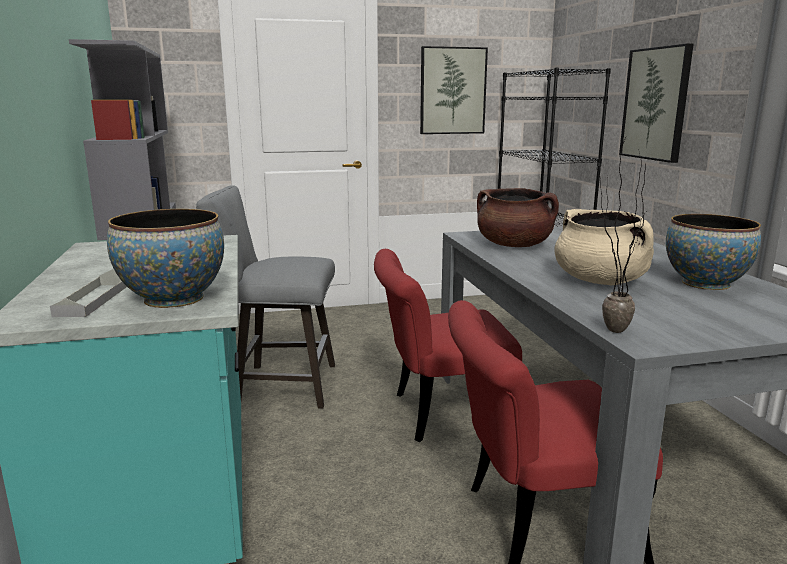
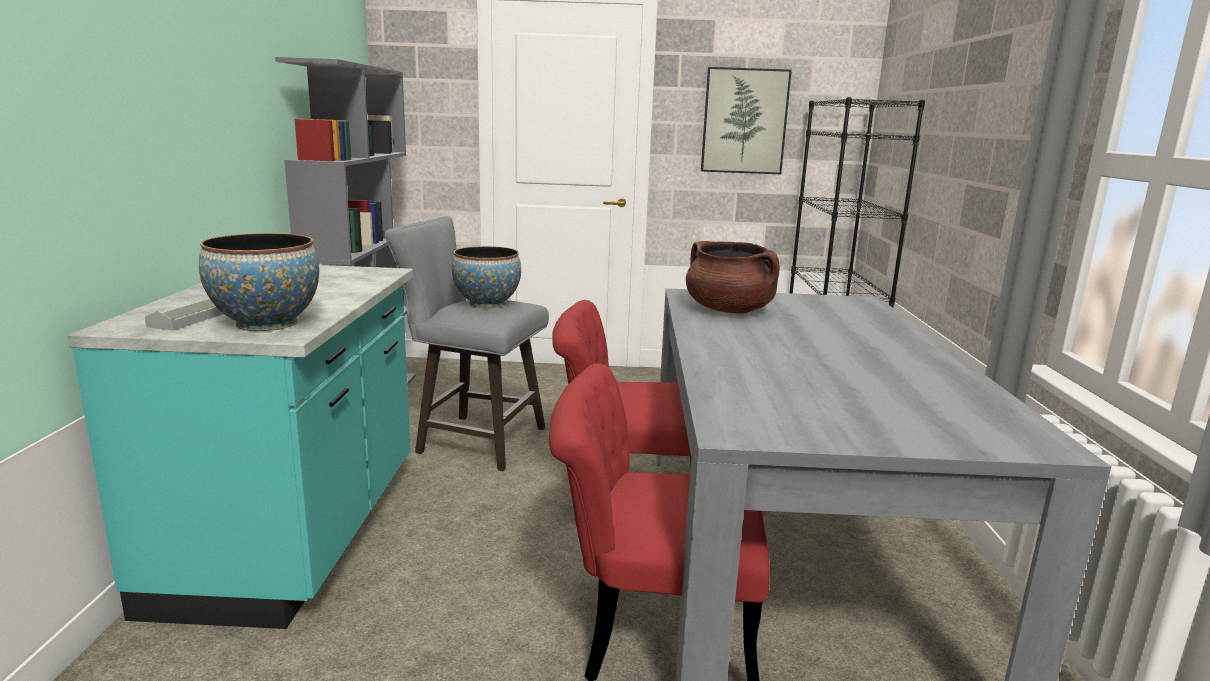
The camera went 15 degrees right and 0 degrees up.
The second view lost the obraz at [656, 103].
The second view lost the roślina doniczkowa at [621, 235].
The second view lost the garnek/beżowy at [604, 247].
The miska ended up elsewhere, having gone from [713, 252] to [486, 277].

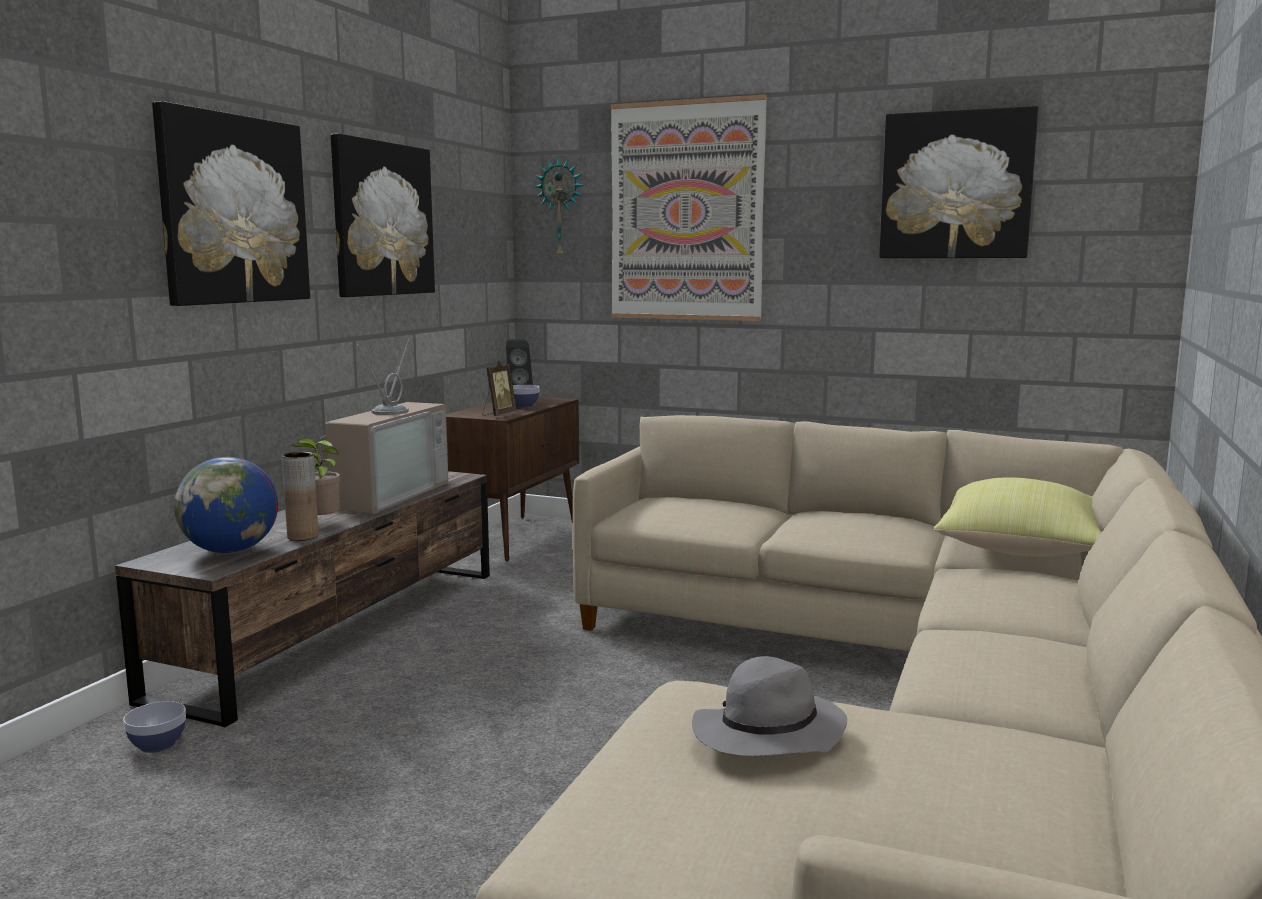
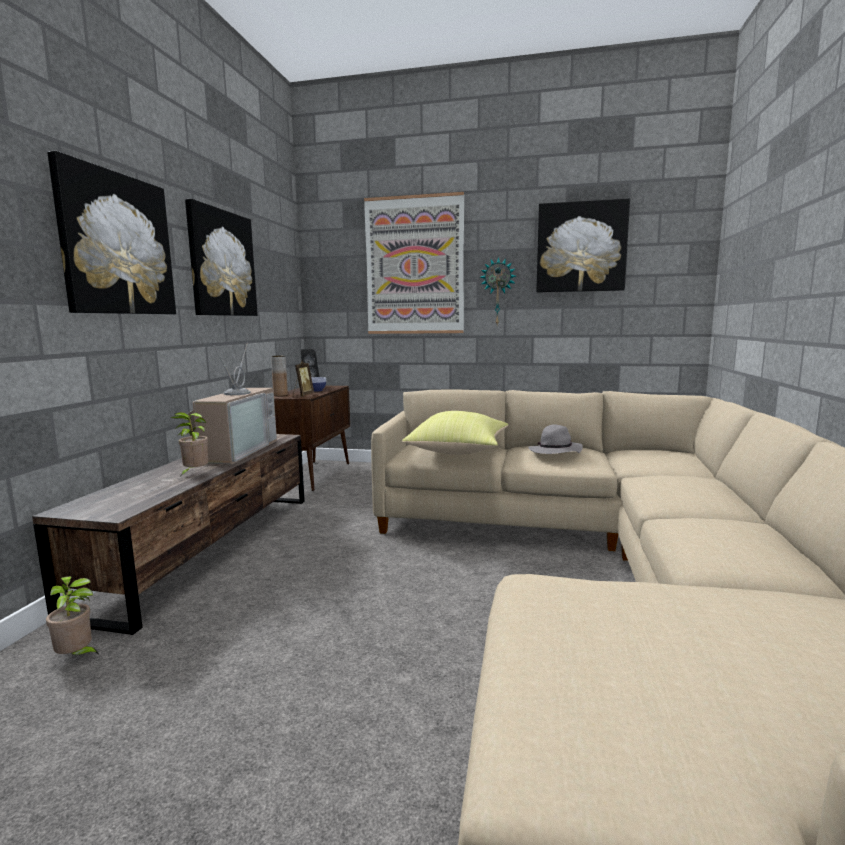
The camera went 10 degrees left and 0 degrees up.
The zegar ścienny ended up elsewhere, having gone from [558, 208] to [498, 291].
The wazon/brązowy ended up elsewhere, having gone from [300, 496] to [279, 376].
The second view lost the globus at [226, 505].
The poduszka/żółty ended up elsewhere, having gone from [1018, 517] to [455, 433].
The kapelusz/szary ended up elsewhere, having gone from [769, 706] to [555, 439].
Where the miska stood at [154, 727], the roślina doniczkowa came to stand at [72, 615].

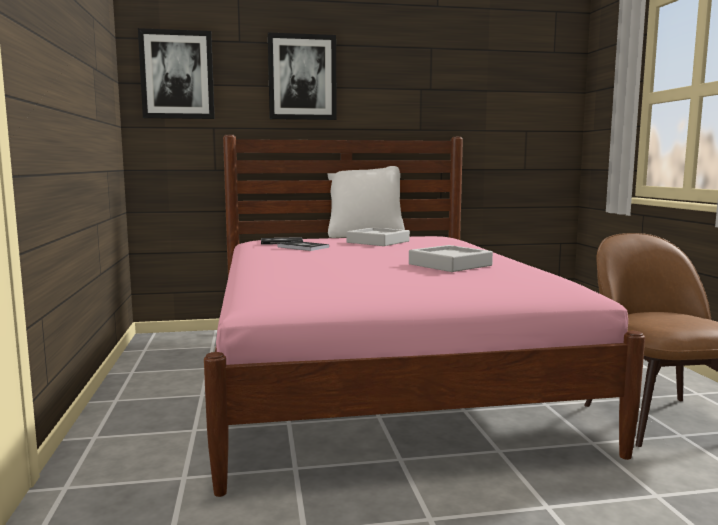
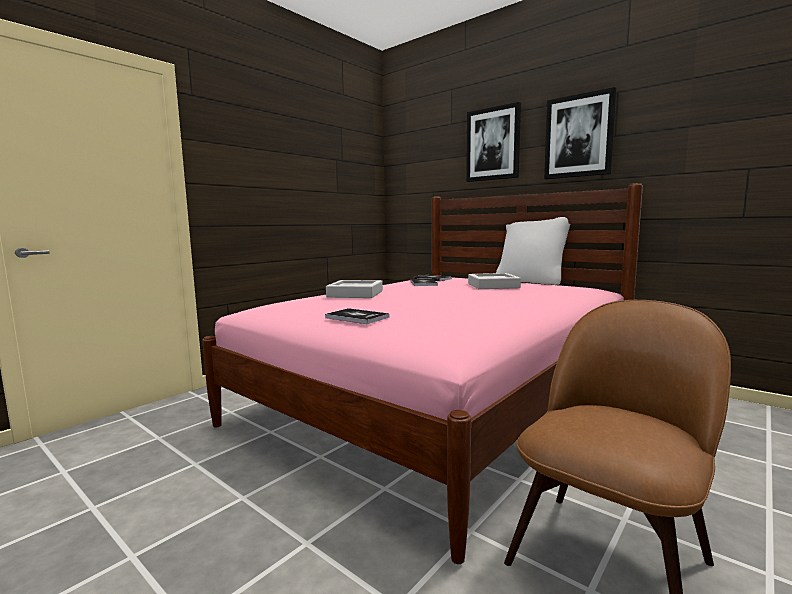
The camera went 50 degrees right and 0 degrees up.
The obraz ended up elsewhere, having gone from [176, 73] to [580, 133].
The taca/szary ended up elsewhere, having gone from [451, 258] to [354, 289].
The second view gained the książka at [357, 316].

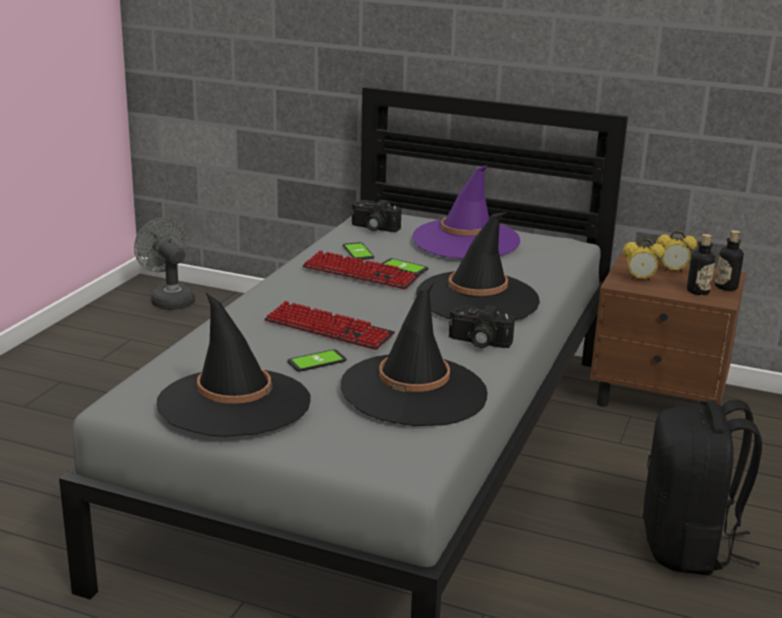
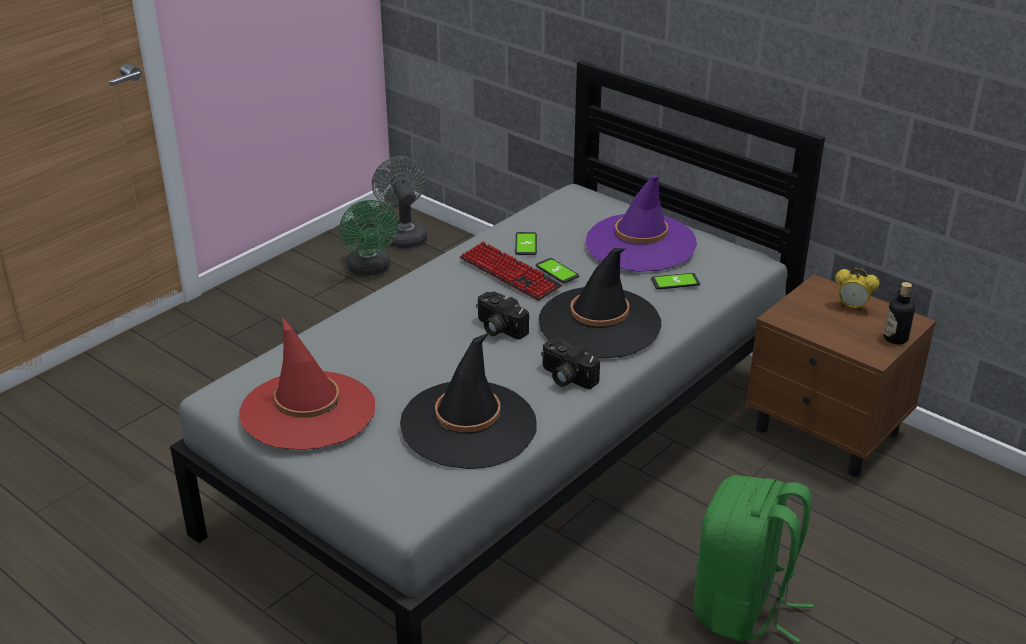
The camera went 20 degrees right and 10 degrees up.
The aparat fotograficzny ended up elsewhere, having gone from [376, 216] to [502, 316].
The second view lost the butelka at [701, 264].
The second view lost the budzik at [644, 260].
What was the kapelusz/czarny at [233, 365] turned into the kapelusz/czerwony at [307, 383].
The second view lost the klawiatura at [329, 325].
The telefon ended up elsewhere, having gone from [317, 360] to [675, 281].
What was the plecak/czarny at [702, 487] turned into the plecak/zielony at [753, 559].
The second view gained the wentylator/zielony at [368, 238].

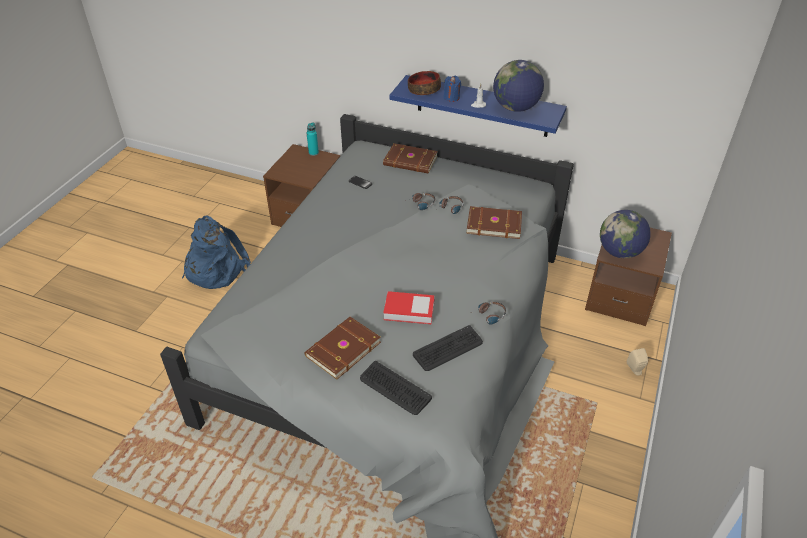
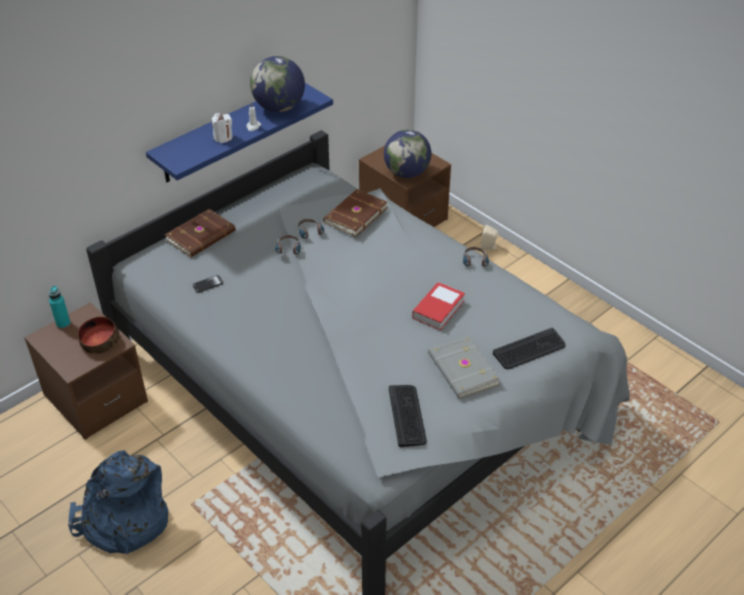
The camera went 65 degrees left and 0 degrees up.
The miska ended up elsewhere, having gone from [424, 83] to [98, 335].
What was the świeca/niebieski at [452, 89] turned into the świeca/biały at [222, 128].
What was the książka/brązowy at [343, 348] turned into the książka/szary at [464, 367].
The klawiatura ended up elsewhere, having gone from [448, 348] to [408, 416].

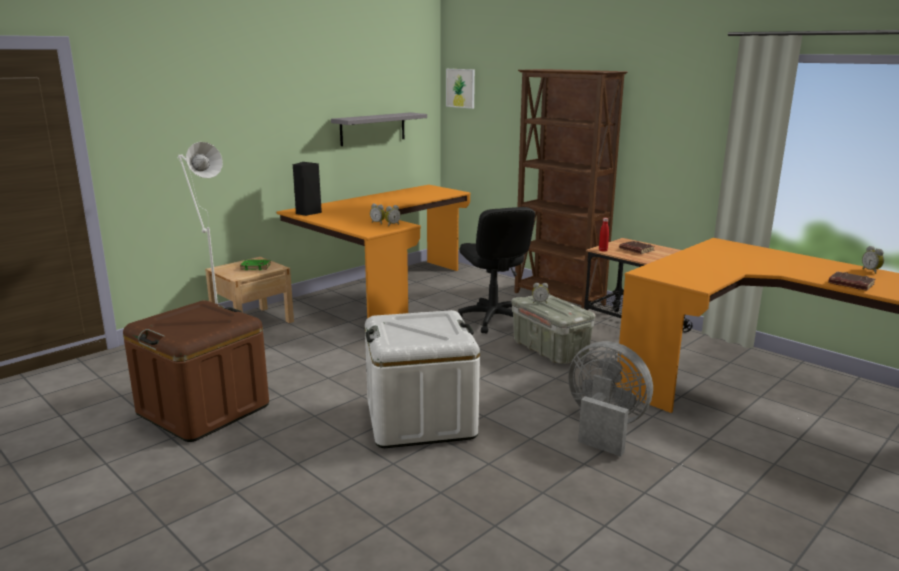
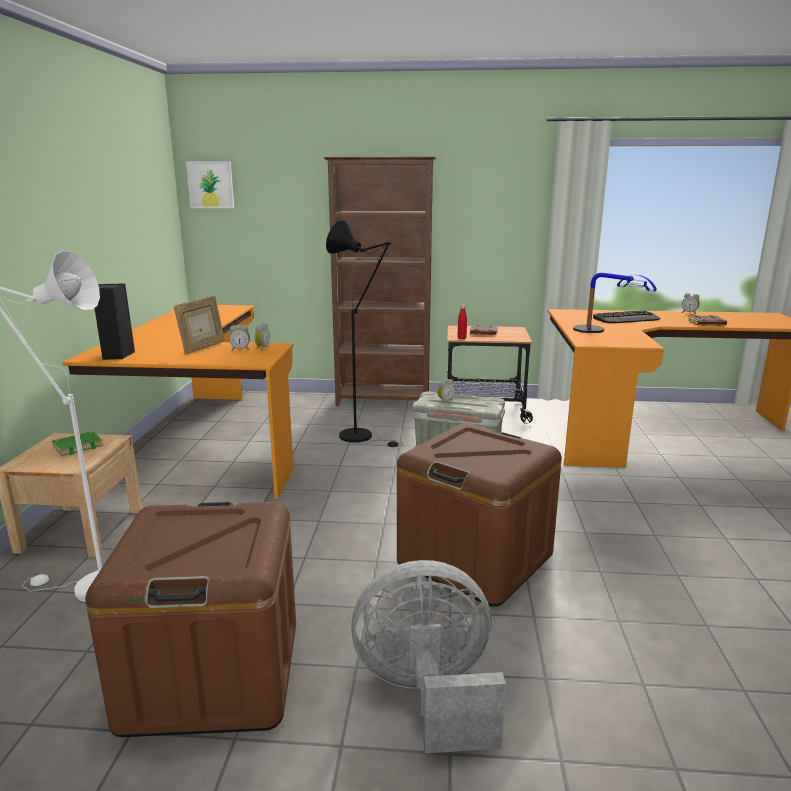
The camera went 40 degrees left and 0 degrees up.
The second view lost the półka/szary at [379, 129].
Where the krzesło biurowe/czarny stood at [496, 270], the lampa stojąca/czarny came to stand at [364, 333].
What was the pojemnik do przechowywania/biały at [422, 379] turned into the pojemnik do przechowywania/brązowy at [479, 515].
The wentylator/szary ended up elsewhere, having gone from [610, 399] to [428, 656].
The second view gained the lampa stołowa at [615, 303].
The second view gained the ramka na zdjęcie at [199, 324].
The second view gained the klawiatura at [626, 317].

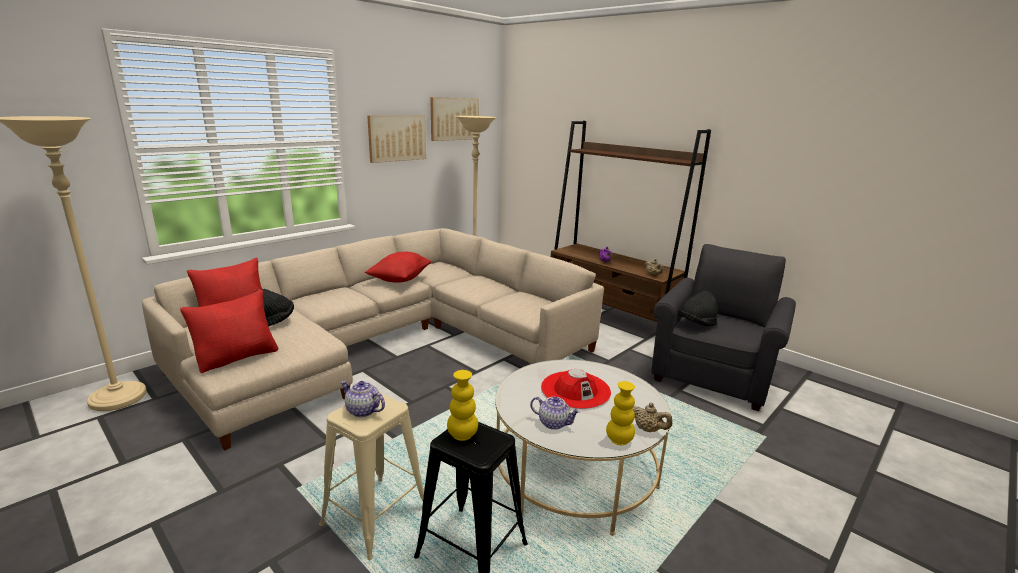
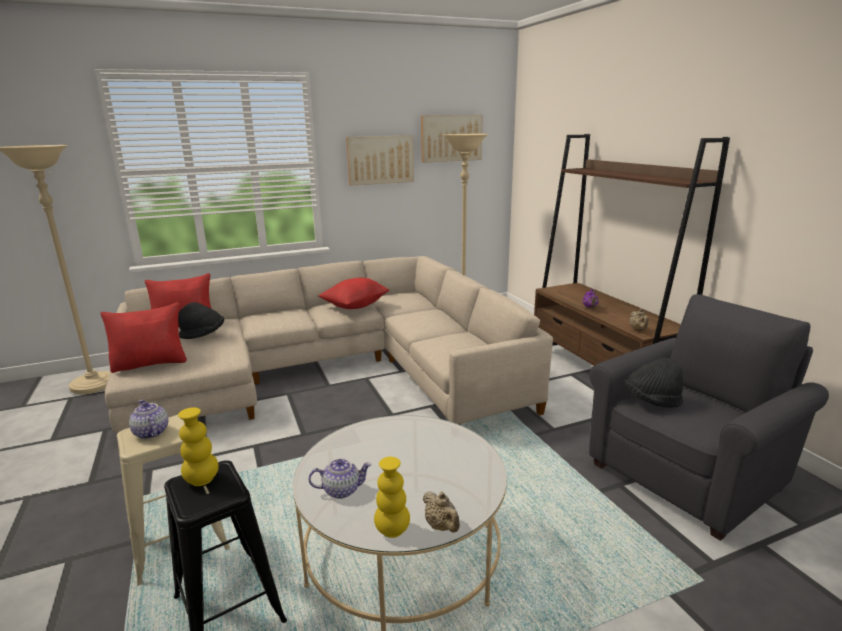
The camera went 25 degrees right and 0 degrees up.
The second view lost the kapelusz/czerwony at [576, 389].
The imbryk at [555, 413] ended up facing another way, 60 degrees counterclockwise from before.

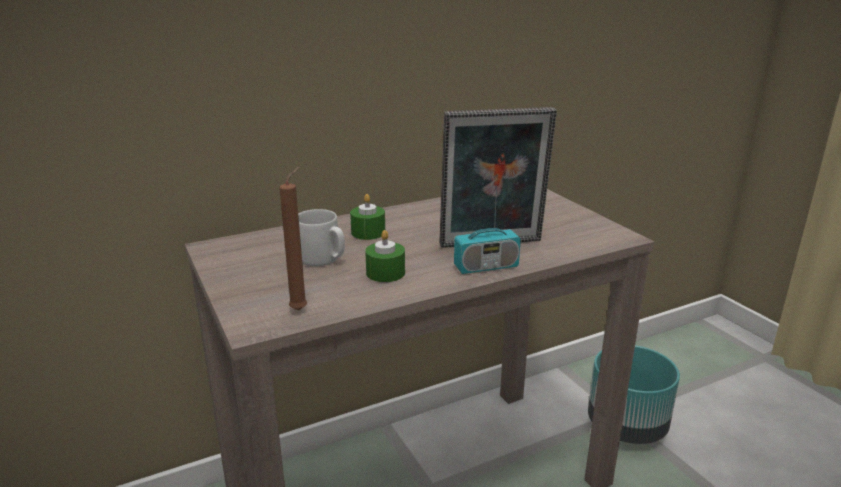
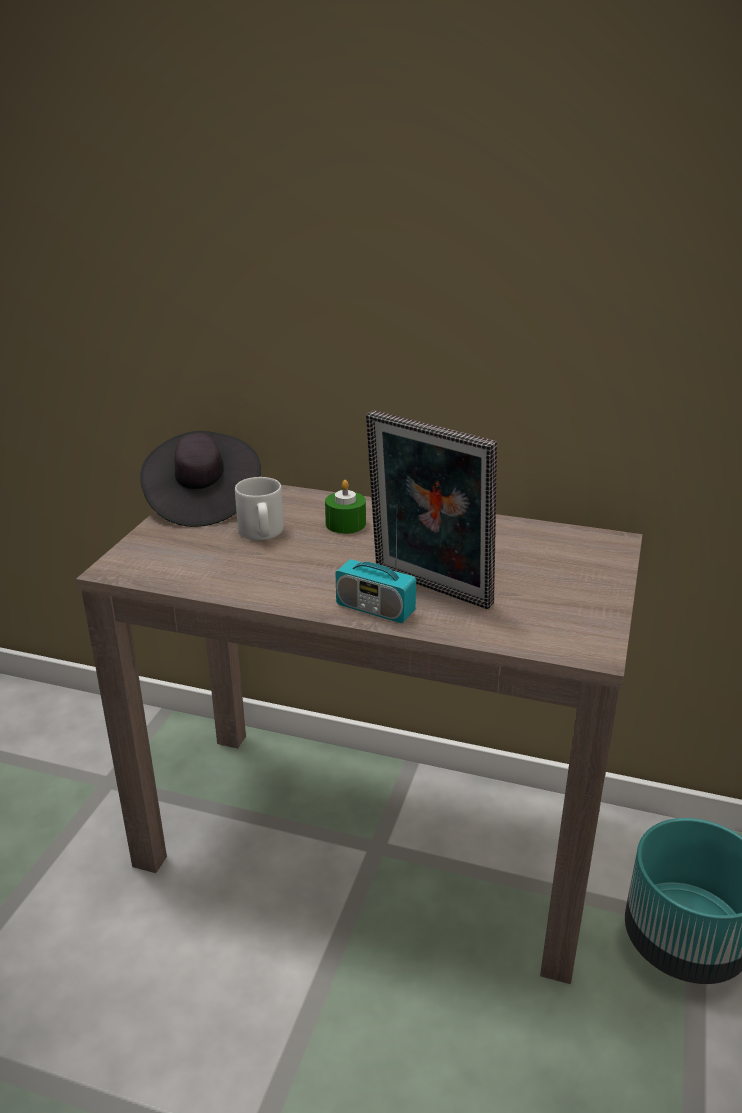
The camera went 45 degrees right and 5 degrees up.
The second view lost the świeca/brązowy at [293, 239].
The second view lost the świeca/zielony at [385, 256].
The second view gained the kapelusz/czarny at [200, 479].

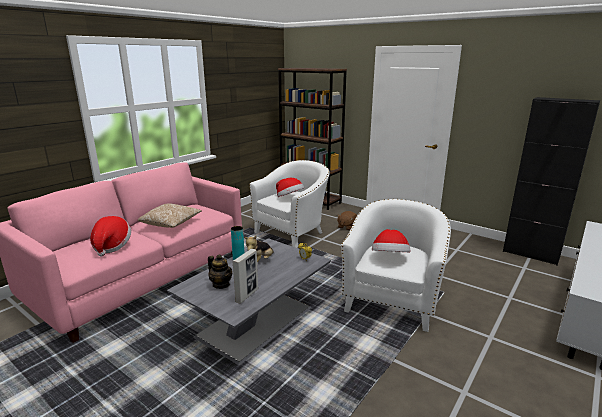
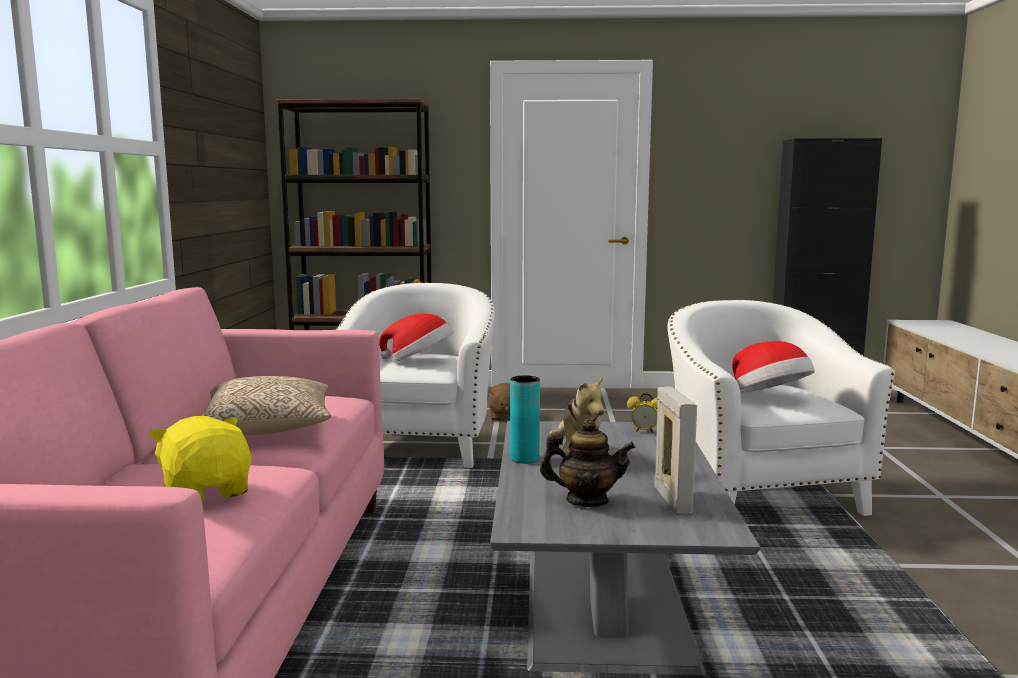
The camera went 35 degrees left and 10 degrees down.
Where the kapelusz stood at [110, 236], the pluszak/żółty came to stand at [199, 459].

